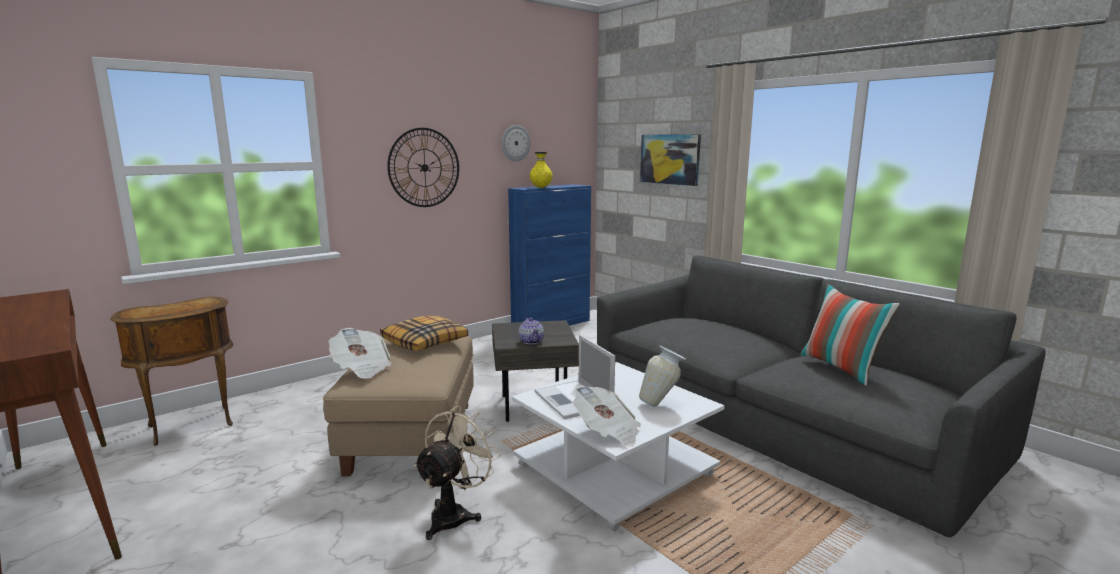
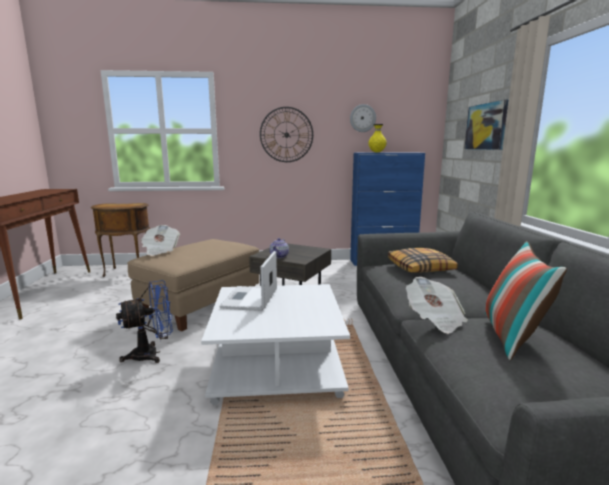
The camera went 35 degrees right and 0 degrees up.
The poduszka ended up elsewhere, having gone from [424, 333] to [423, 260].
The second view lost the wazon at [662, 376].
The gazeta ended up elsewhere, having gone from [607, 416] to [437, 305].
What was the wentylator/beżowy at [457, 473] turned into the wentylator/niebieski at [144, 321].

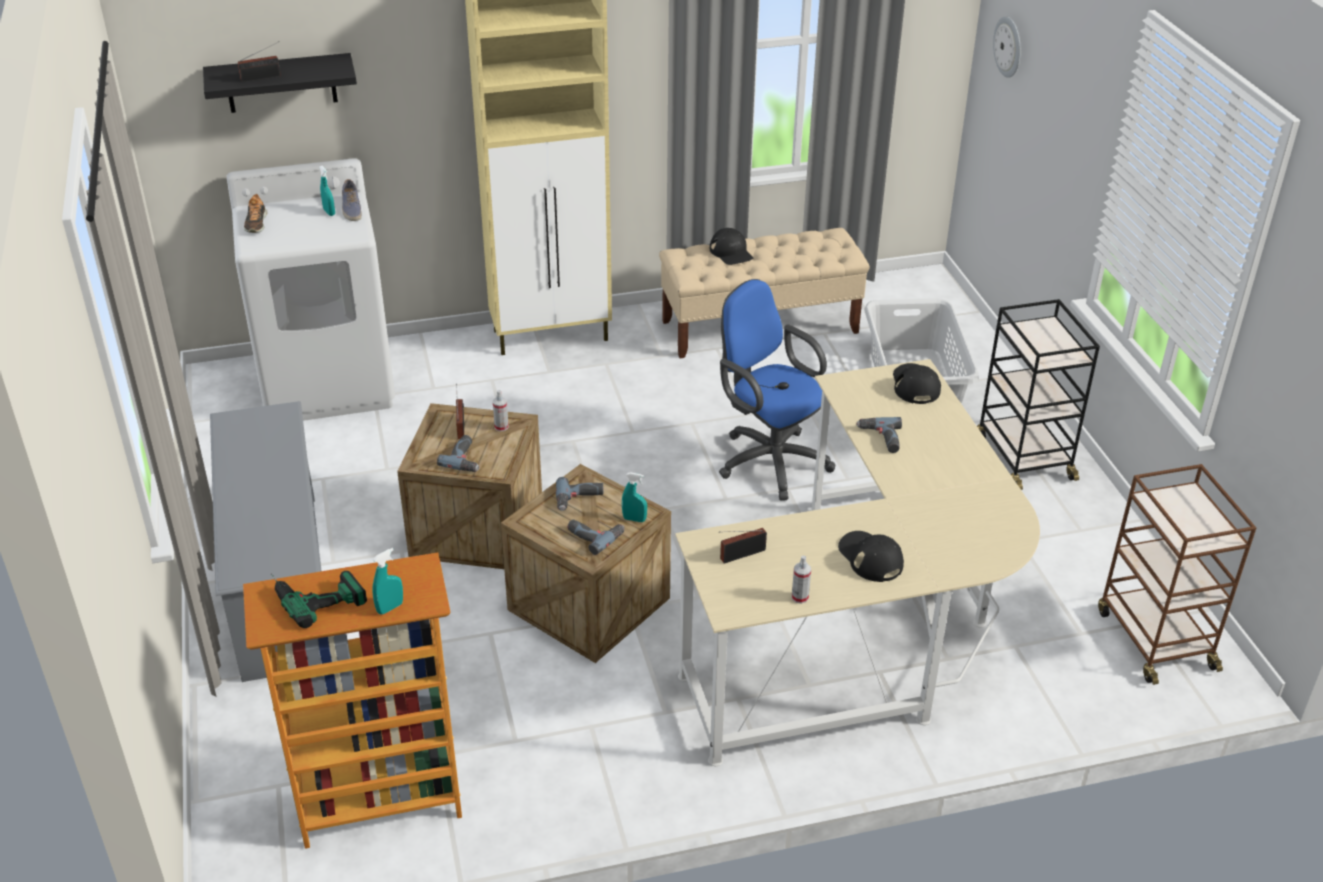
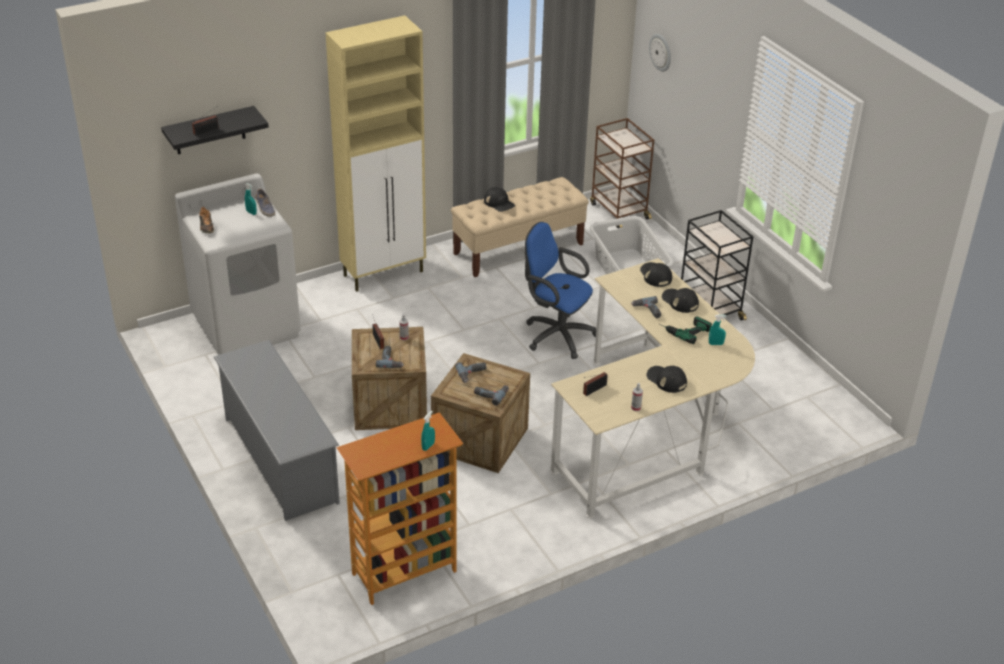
The camera went 15 degrees left and 0 degrees up.
The wózek/brązowy ended up elsewhere, having gone from [1177, 574] to [622, 173].
The spryskiwacz/turkusowy ended up elsewhere, having gone from [634, 497] to [717, 329].
The wiertarka ended up elsewhere, having gone from [319, 599] to [686, 330].
The second view gained the czapka z daszkiem/czarny at [680, 300].

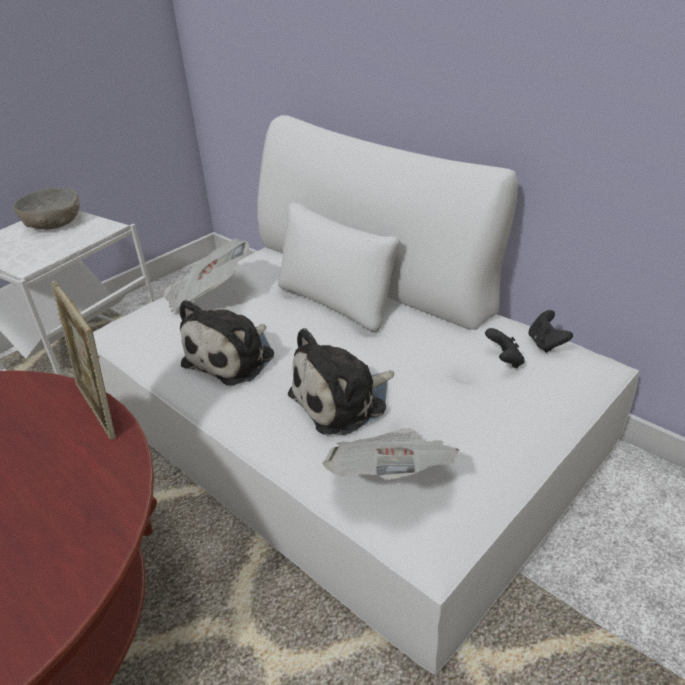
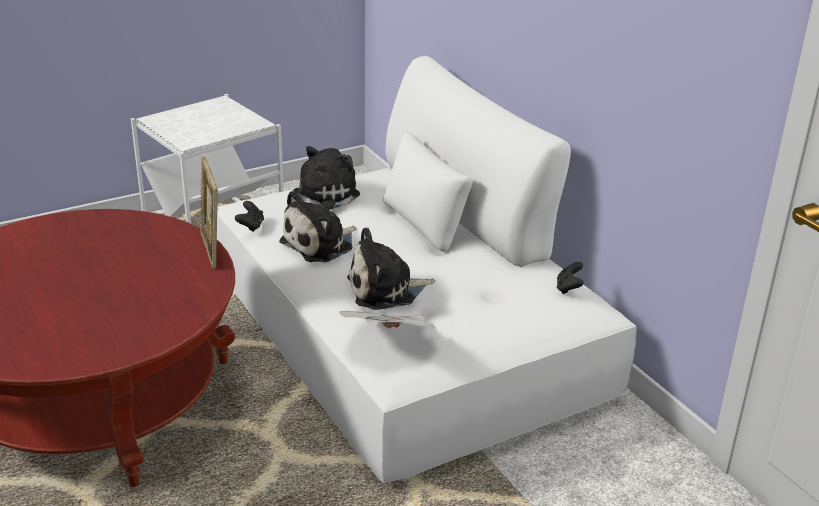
The camera went 15 degrees right and 5 degrees down.
The second view lost the miska/szary at [46, 208].
Where the gazeta stood at [206, 275], the pluszak came to stand at [326, 178].
The pad do gier/czarny ended up elsewhere, having gone from [505, 348] to [249, 216].

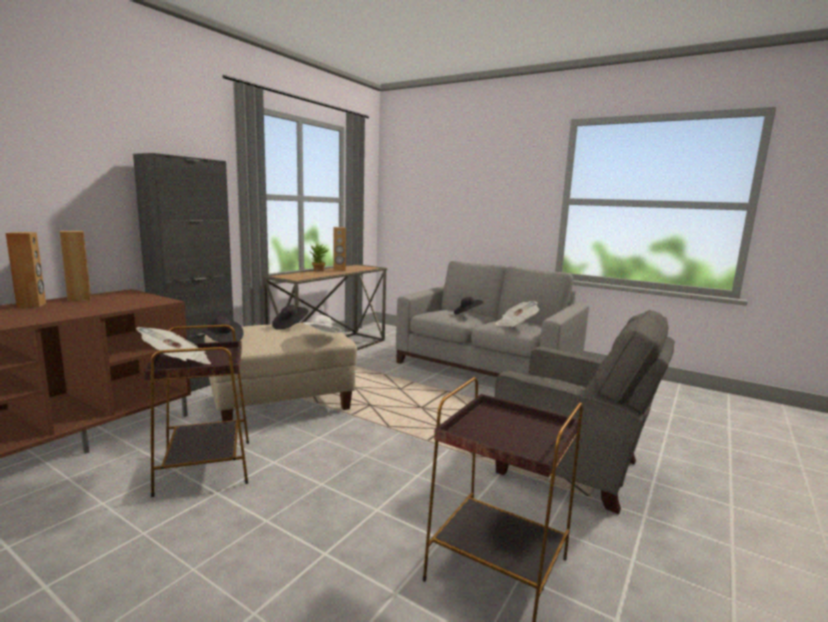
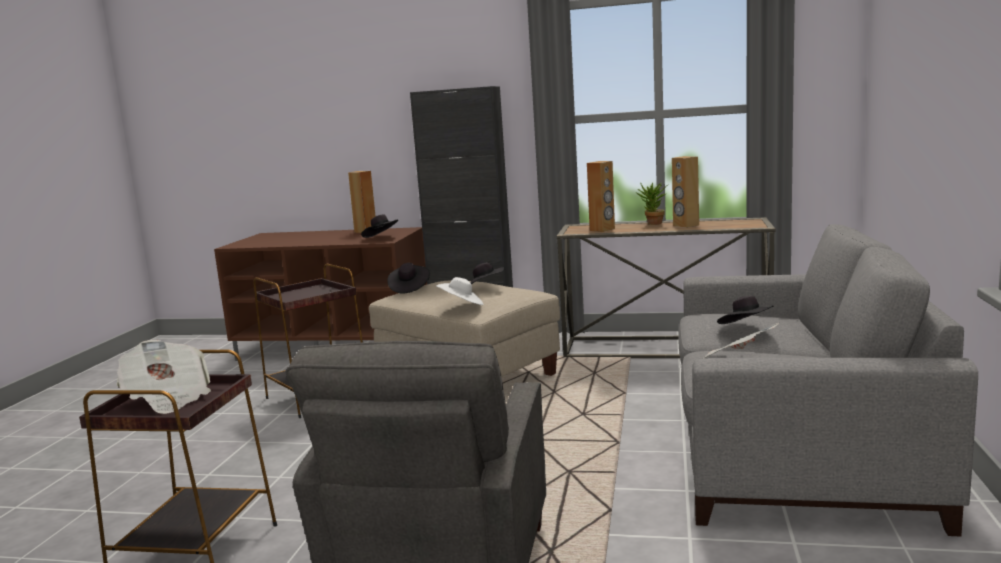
The camera went 70 degrees right and 0 degrees up.
The głośnik/brązowy ended up elsewhere, having gone from [26, 270] to [601, 196].
The gazeta ended up elsewhere, having gone from [173, 345] to [163, 377].
The second view gained the kapelusz/czarny at [379, 226].

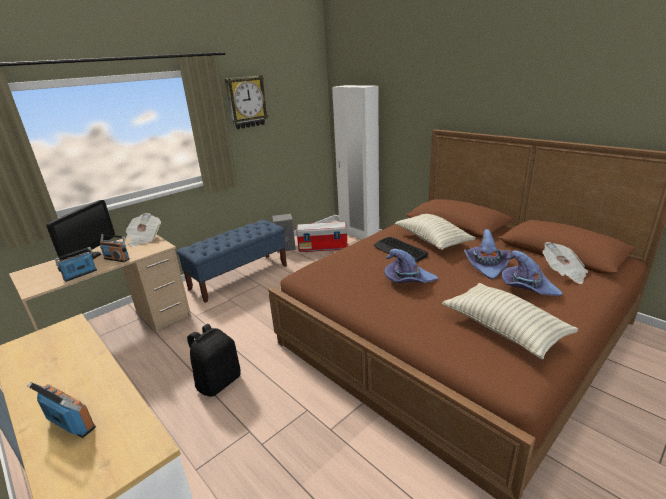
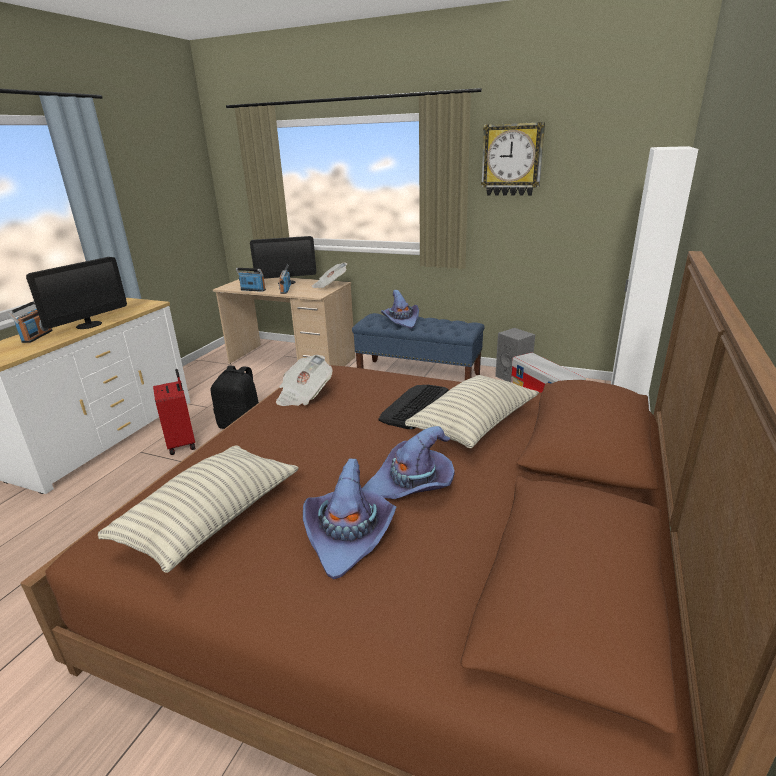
The camera went 65 degrees right and 0 degrees up.
The gazeta ended up elsewhere, having gone from [565, 263] to [304, 380].
The kapelusz/fioletowy ended up elsewhere, having gone from [411, 266] to [400, 309].
The second view gained the monitor at [76, 293].
The second view gained the walizka/czerwony at [174, 412].

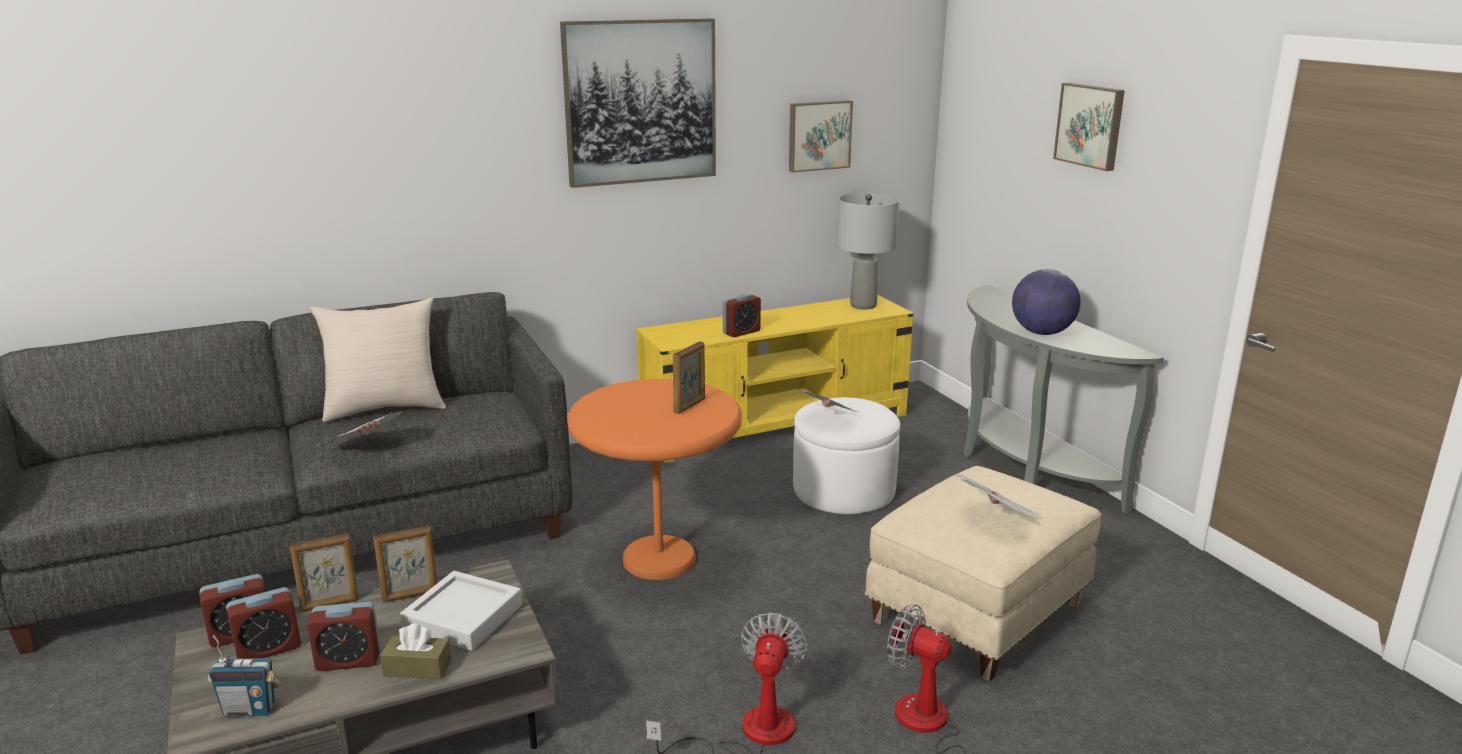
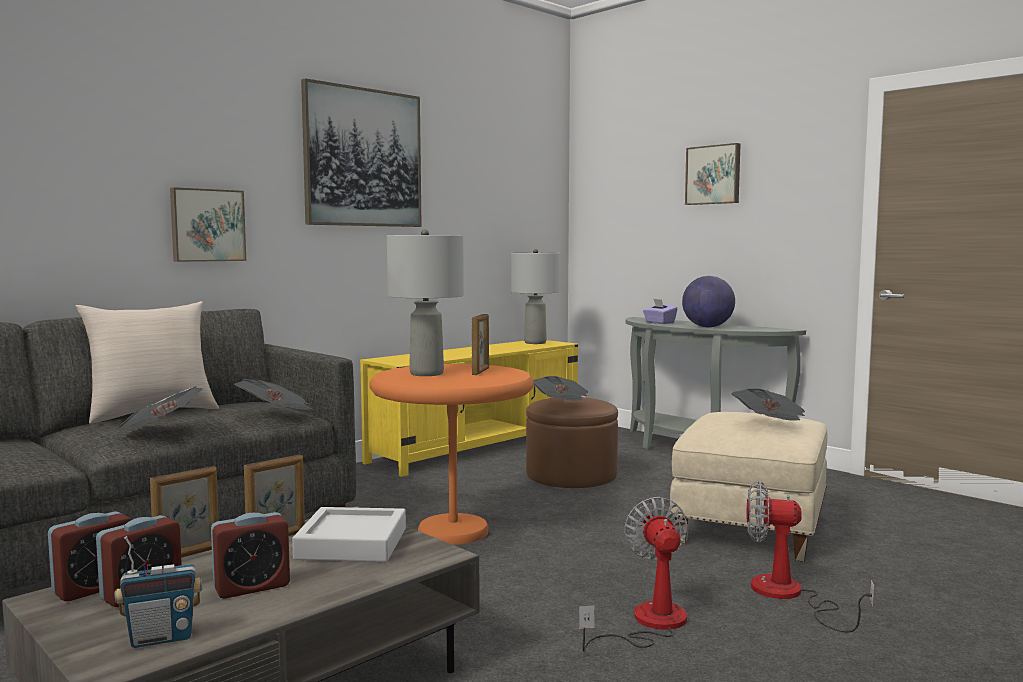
The camera went 20 degrees left and 15 degrees down.
The obraz ended up elsewhere, having gone from [821, 136] to [208, 224].
The second view lost the budzik at [742, 315].
What was the pufa/biały at [846, 455] turned into the pufa/brązowy at [572, 442].
The second view lost the pudełko chusteczek/brązowy at [416, 651].
The second view gained the lampa stołowa/szary at [425, 302].
The second view gained the pudełko chusteczek/fioletowy at [660, 311].
The second view gained the gazeta at [273, 394].

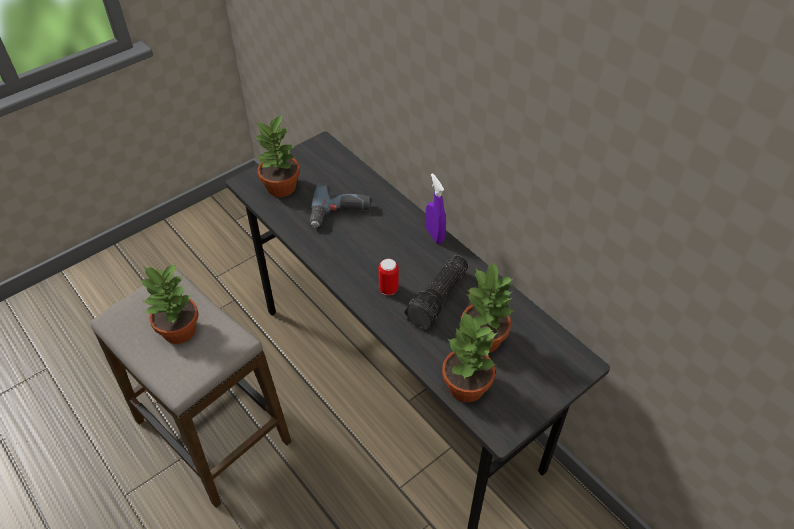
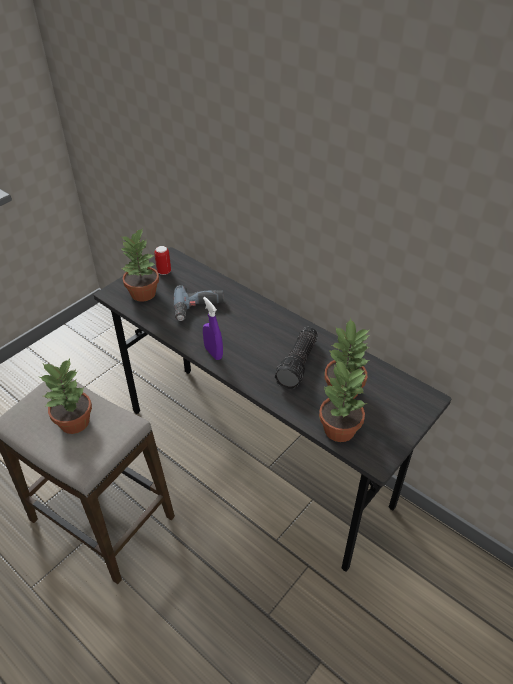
The camera went 10 degrees left and 5 degrees down.
The spryskiwacz/fioletowy ended up elsewhere, having gone from [435, 208] to [213, 328].
The puszka ended up elsewhere, having gone from [388, 277] to [162, 260].

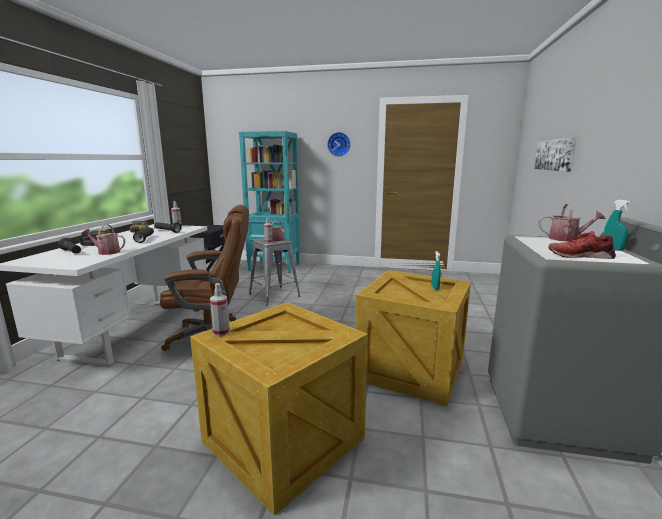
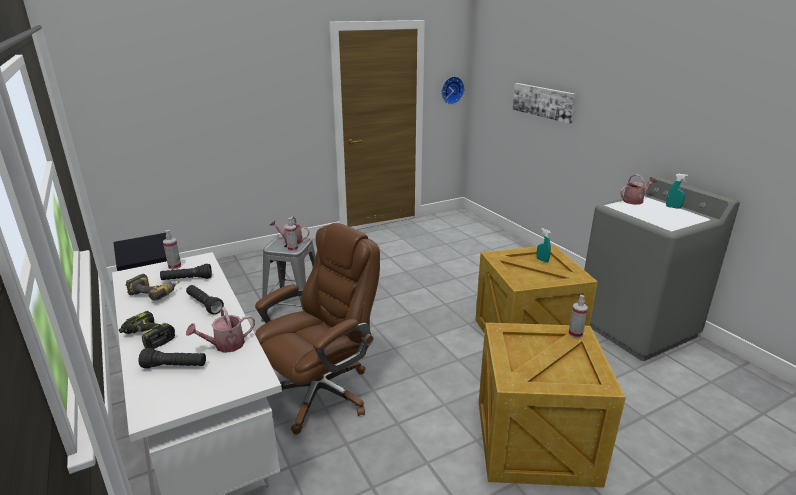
The camera went 40 degrees left and 10 degrees up.
The second view lost the regał/turkusowy at [269, 202].
The zegar ścienny ended up elsewhere, having gone from [339, 144] to [453, 90].
The second view lost the but/czerwony at [582, 245].
The spryskiwacz ended up elsewhere, having gone from [220, 309] to [578, 316].

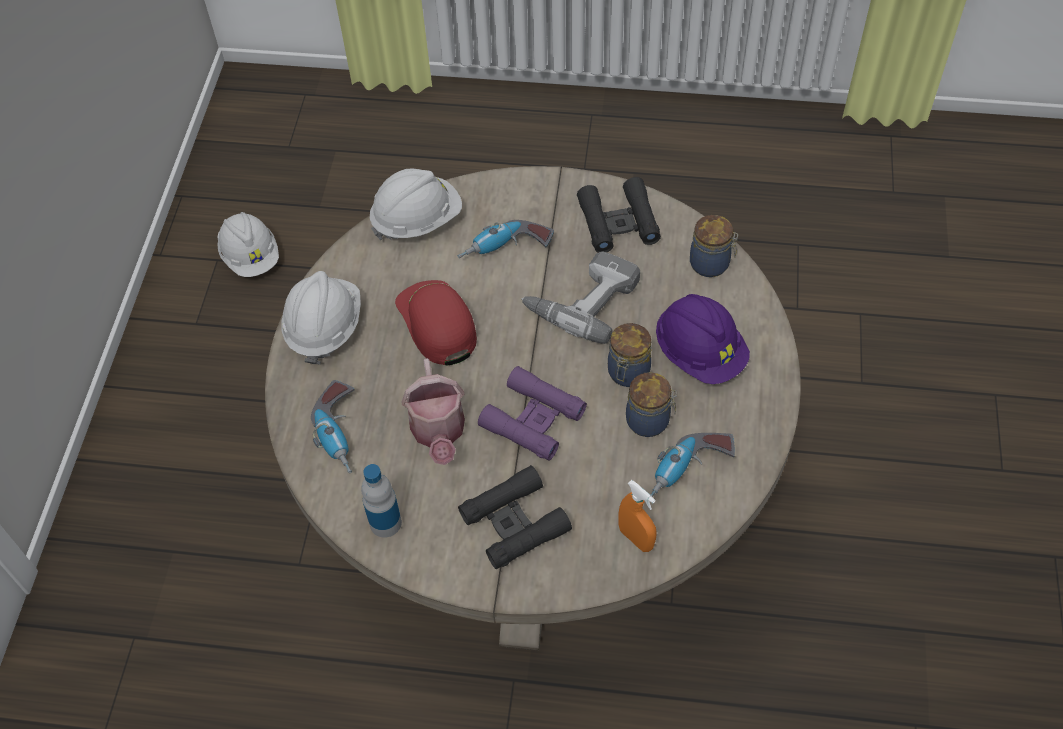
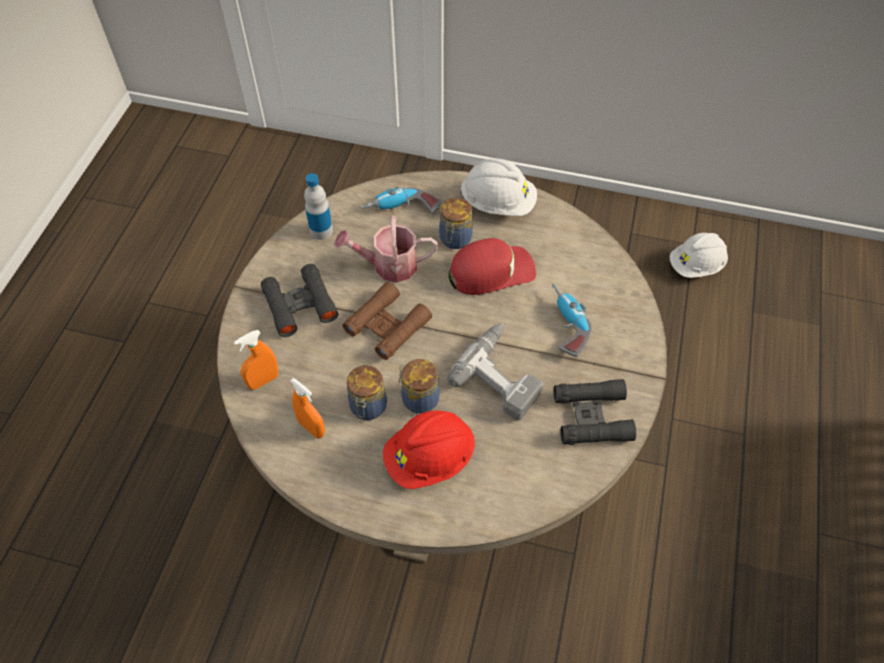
The camera went 95 degrees right and 0 degrees up.
The second view lost the kask/biały at [416, 204].
The słoik ended up elsewhere, having gone from [714, 246] to [456, 223].
What was the kask/fioletowy at [703, 339] turned into the kask/czerwony at [429, 450].
What was the lornetka/fioletowy at [532, 413] turned into the lornetka/brązowy at [387, 321].
Where the wiertarka stood at [693, 465], the spryskiwacz/pomarańczowy came to stand at [307, 408].

